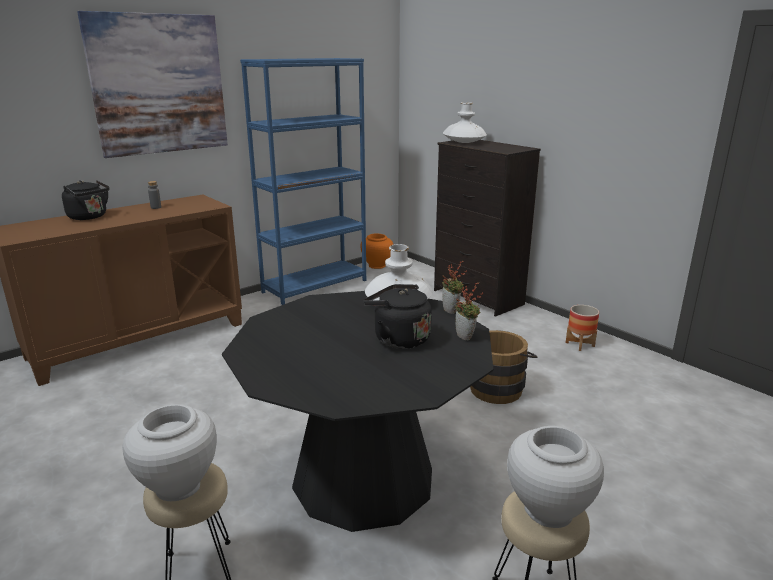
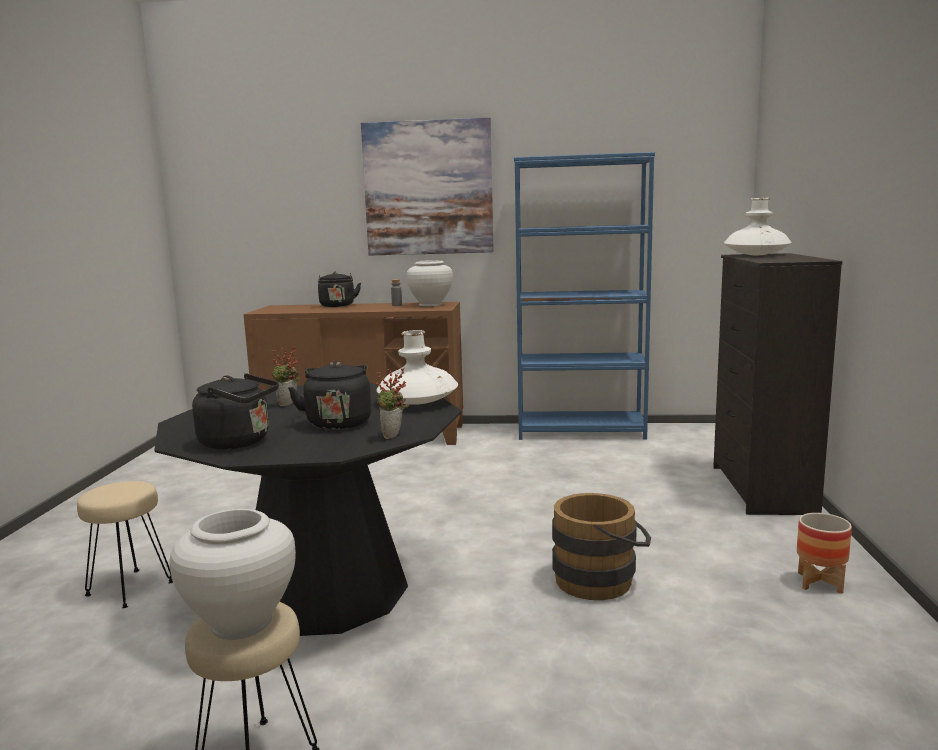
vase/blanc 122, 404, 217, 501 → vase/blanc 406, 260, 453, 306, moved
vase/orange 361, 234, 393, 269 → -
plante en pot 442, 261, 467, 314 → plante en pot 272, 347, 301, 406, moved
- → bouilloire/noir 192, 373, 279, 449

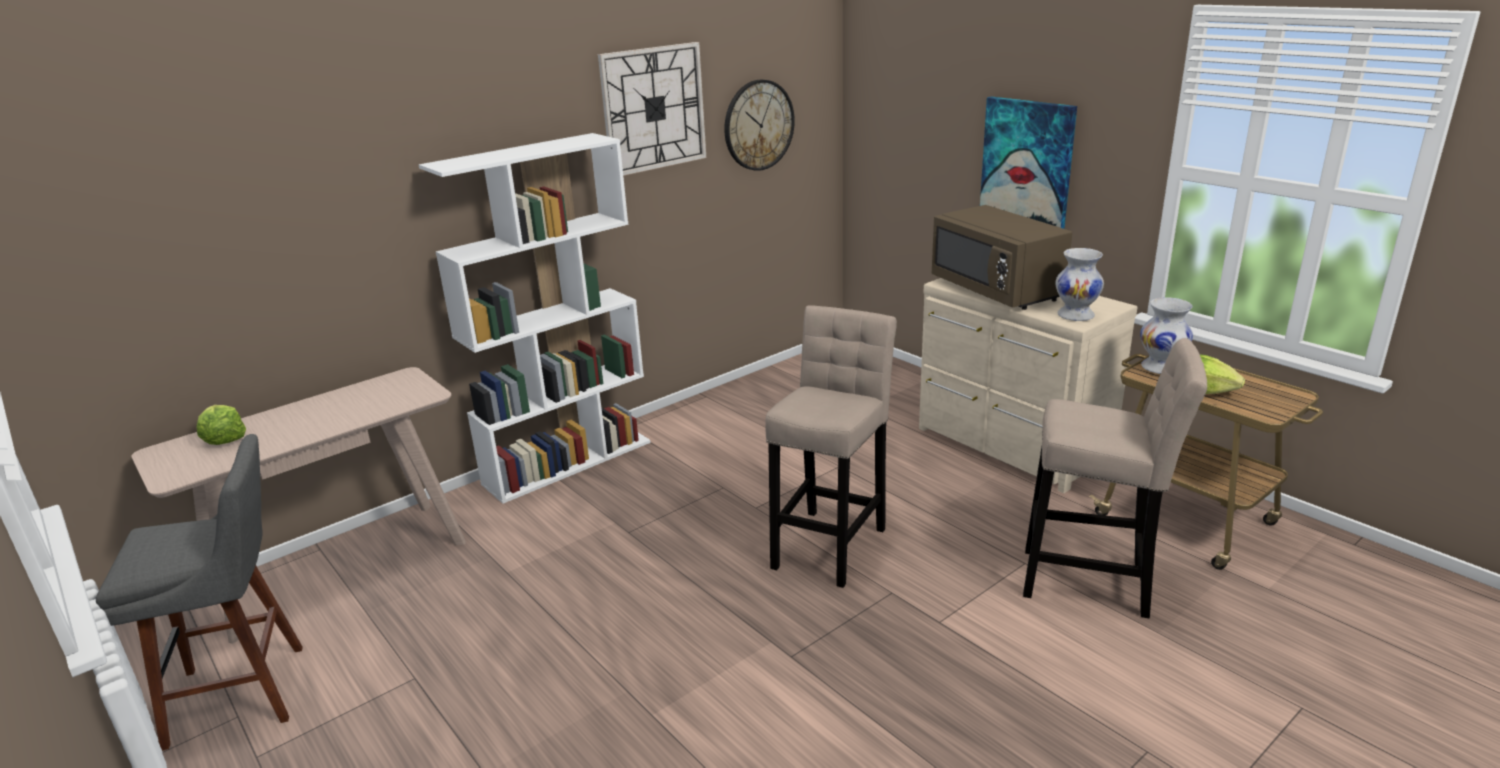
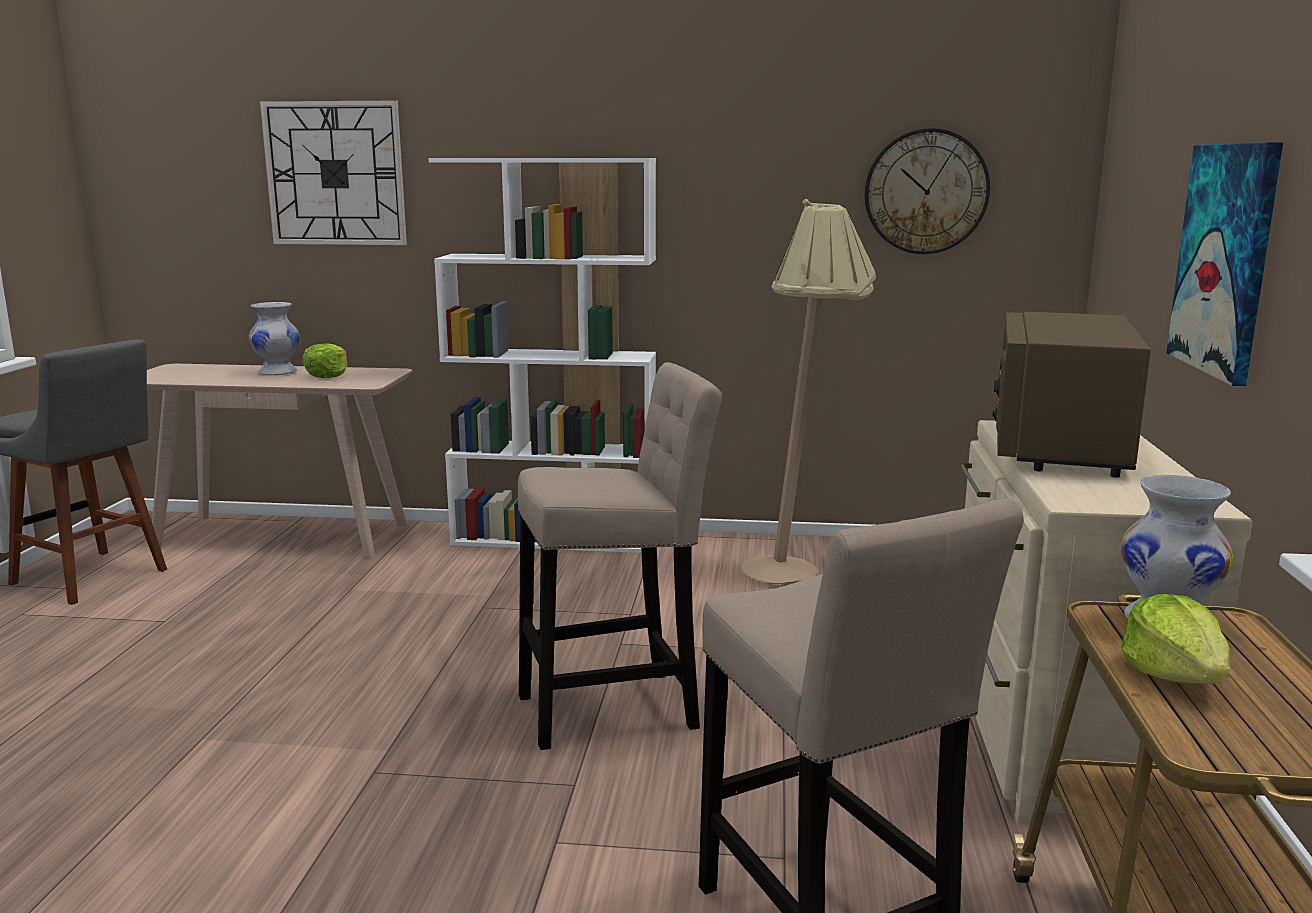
laitue 196, 405, 246, 445 → laitue 303, 343, 347, 378, moved
horloge murale 598, 42, 706, 176 → horloge murale 260, 101, 407, 245, moved
vase/blanc 1055, 248, 1104, 321 → vase/blanc 249, 302, 300, 375, moved
- → lampadaire/beige 740, 199, 876, 584

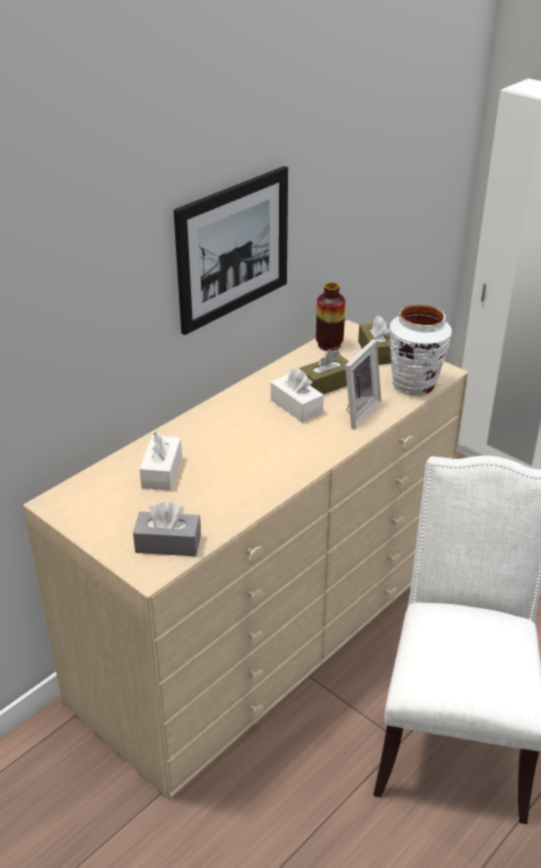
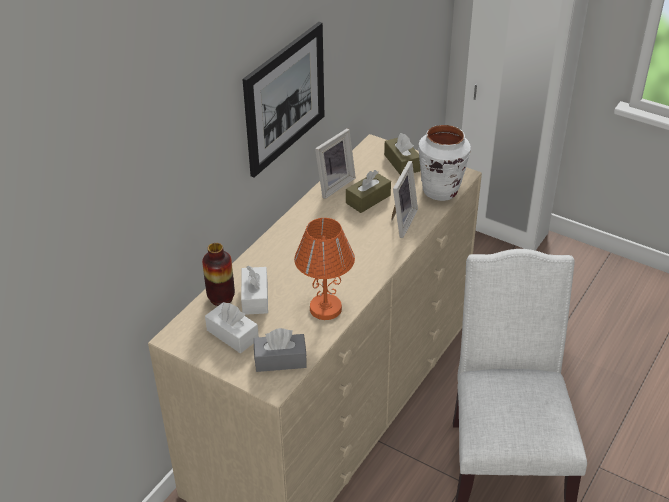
boîte à mouchoirs/blanc 271, 368, 324, 423 → boîte à mouchoirs/blanc 205, 302, 259, 353, moved
vase 316, 283, 345, 351 → vase 202, 243, 235, 306, moved
- → lampe de table/orange 294, 218, 355, 320
- → cadre photo 315, 128, 356, 199

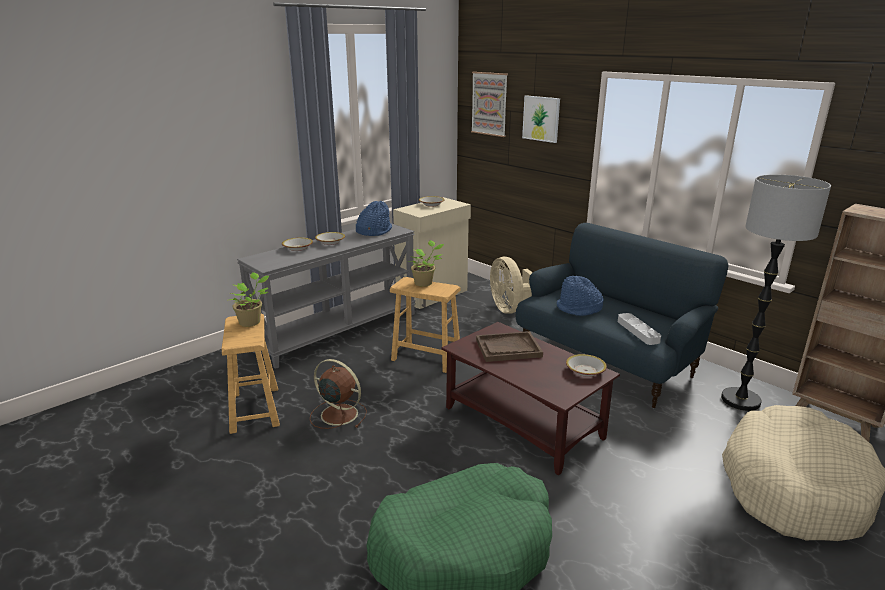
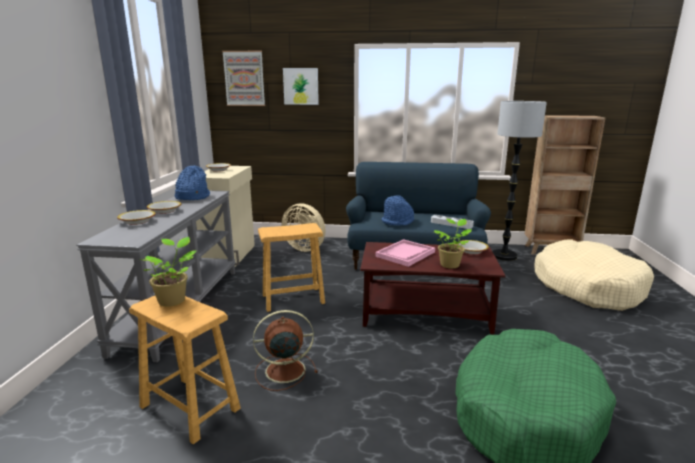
plante en pot 408, 240, 444, 287 → plante en pot 433, 218, 472, 268, moved
plateau/marron 476, 331, 543, 362 → plateau/rose 375, 239, 435, 267

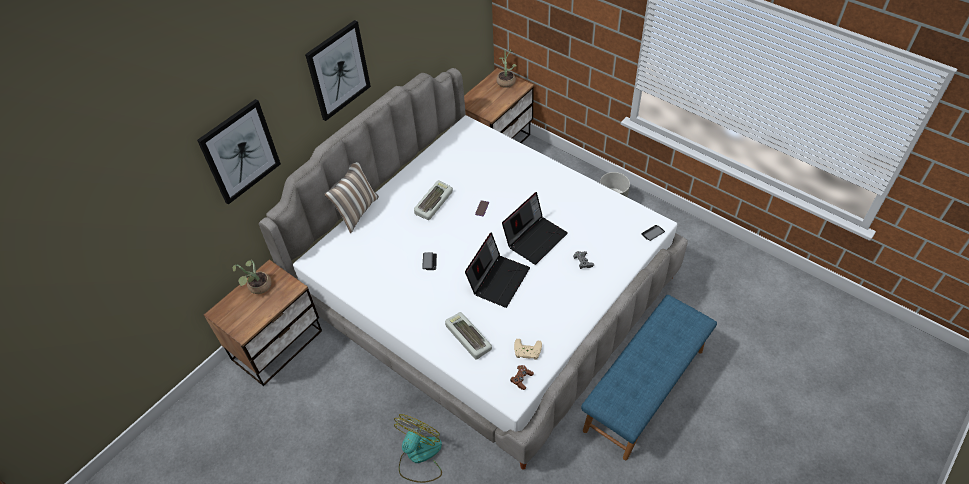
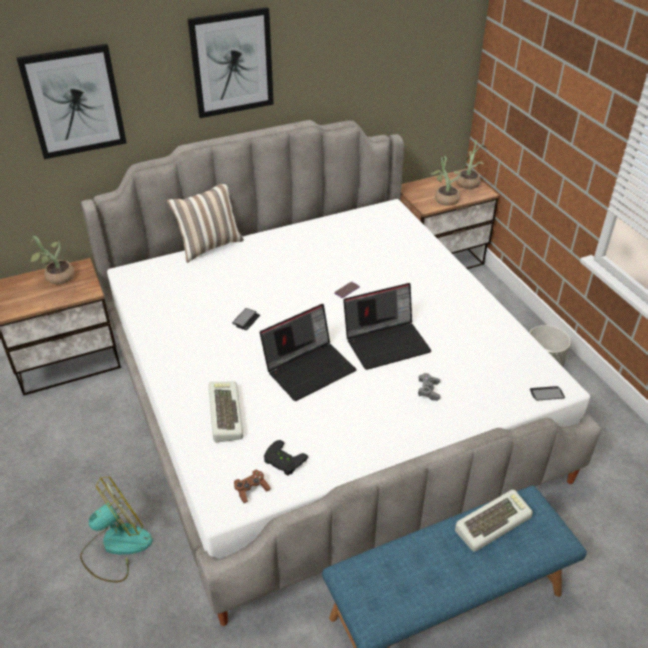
clavier 414, 180, 453, 220 → clavier 455, 490, 533, 551, moved
manette/beige 514, 339, 542, 360 → manette/noir 264, 440, 308, 476
- → plante en pot 431, 156, 461, 206

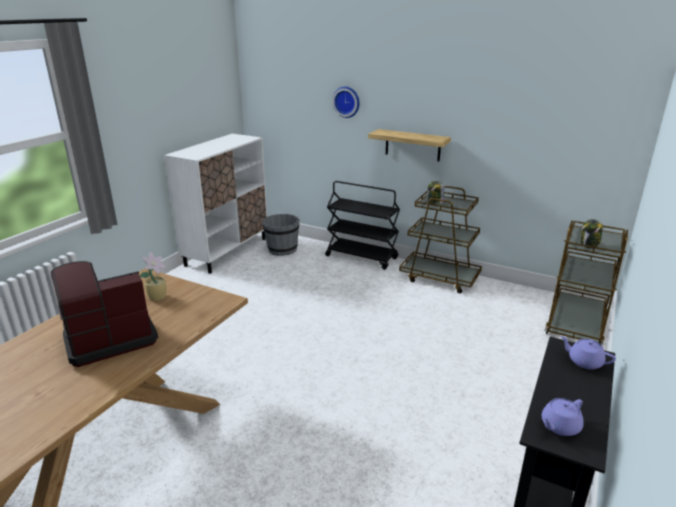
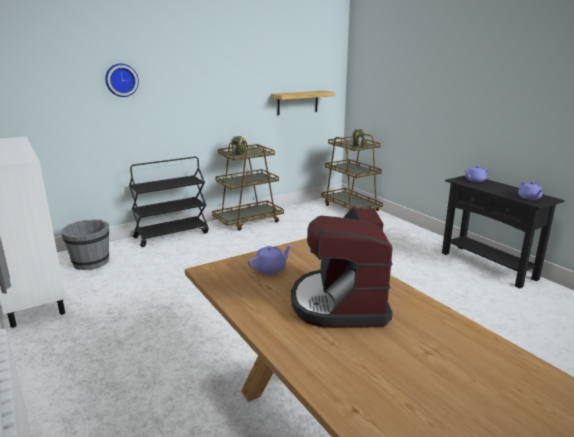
plante en pot 140, 251, 166, 301 → théière/violet 248, 245, 292, 275
étagère 368, 129, 451, 161 → étagère 271, 91, 336, 115, moved

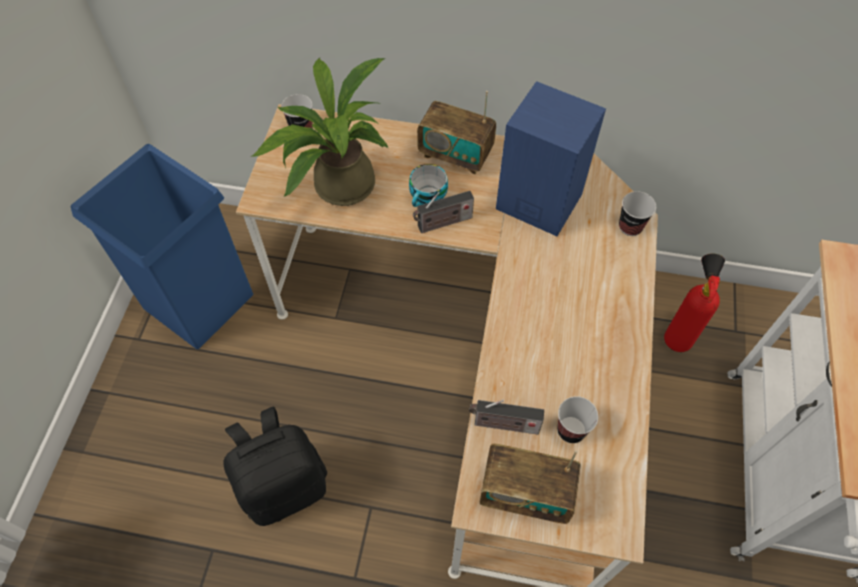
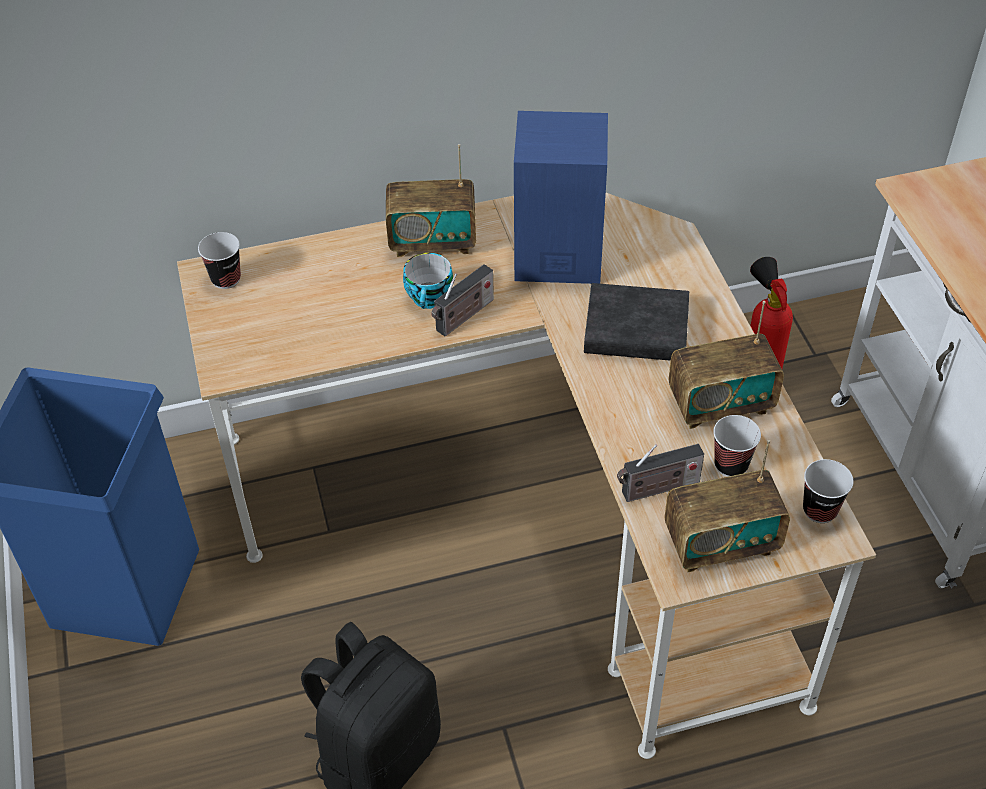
plante en pot 250, 58, 389, 206 → -
tasse 619, 191, 656, 236 → tasse 803, 459, 853, 523, moved
- → livre/noir 584, 283, 689, 361
- → radio 669, 301, 784, 429

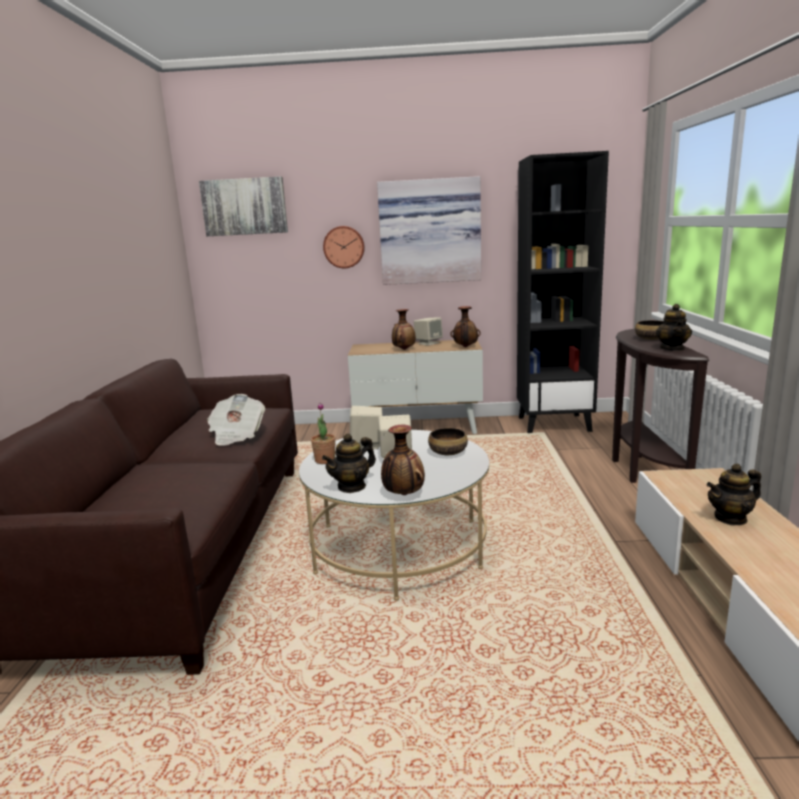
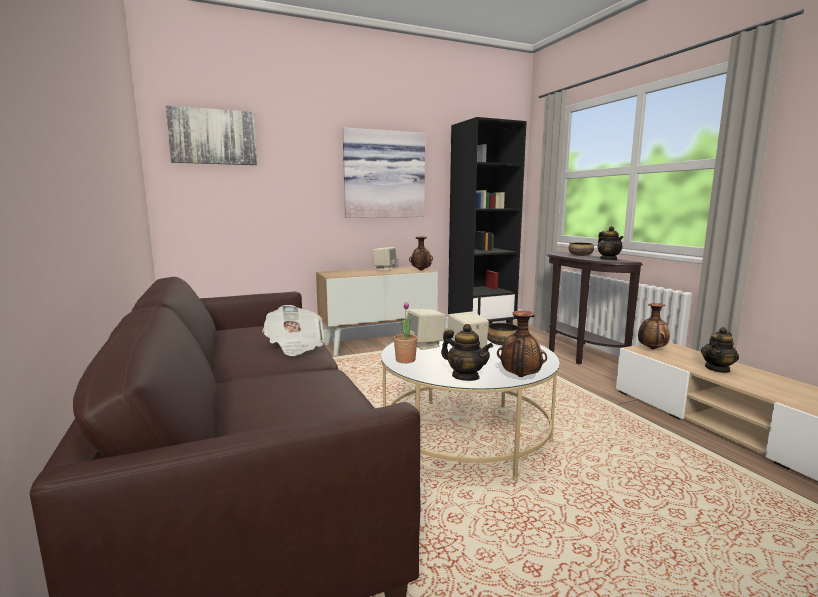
théière 322, 434, 376, 493 → théière 441, 324, 493, 381, 75 degrees counterclockwise
horloge murale 323, 226, 365, 268 → -
vase 392, 309, 416, 350 → vase 638, 303, 670, 349, moved

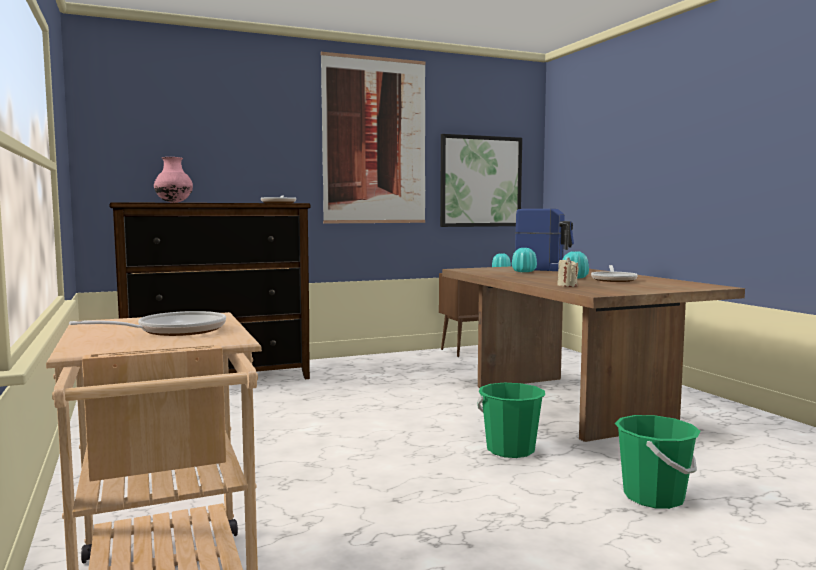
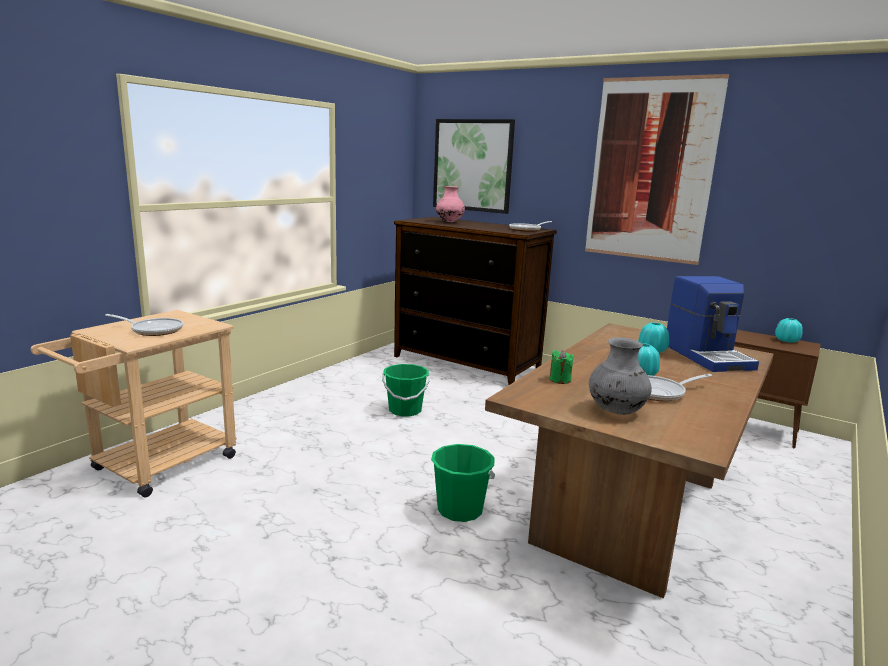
tableau 440, 134, 522, 227 → tableau 433, 119, 515, 214, moved
bougie/beige 558, 257, 579, 287 → bougie/vert 549, 350, 573, 384
seau/vert 615, 415, 701, 509 → seau/vert 382, 364, 430, 417, moved
- → vase/gris 589, 337, 652, 415

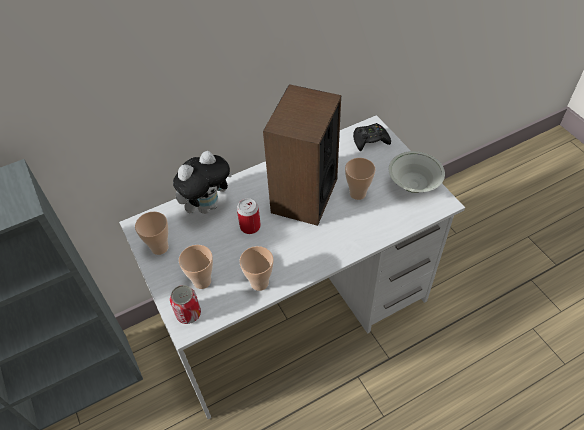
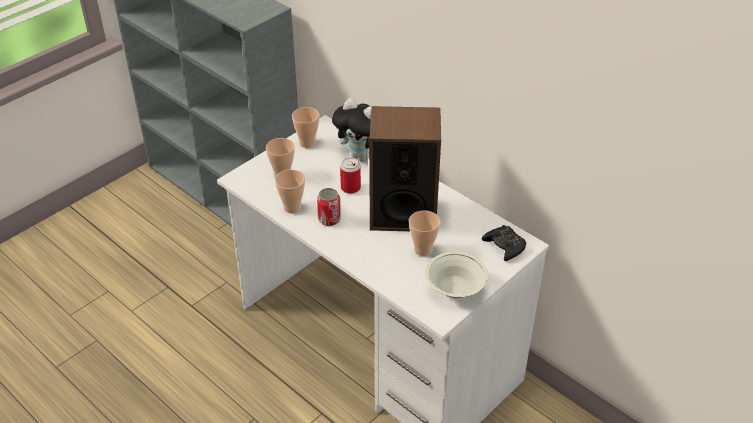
boîte métallique 170, 285, 201, 324 → boîte métallique 317, 188, 341, 226, moved

